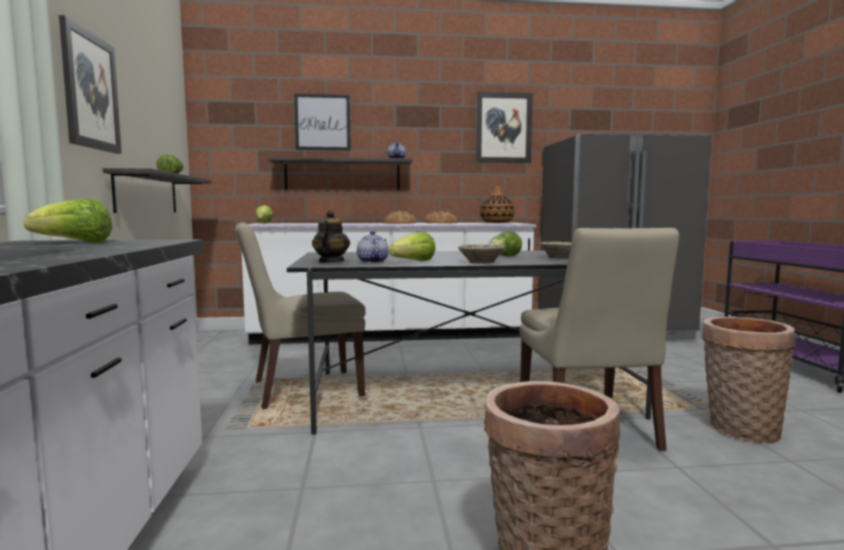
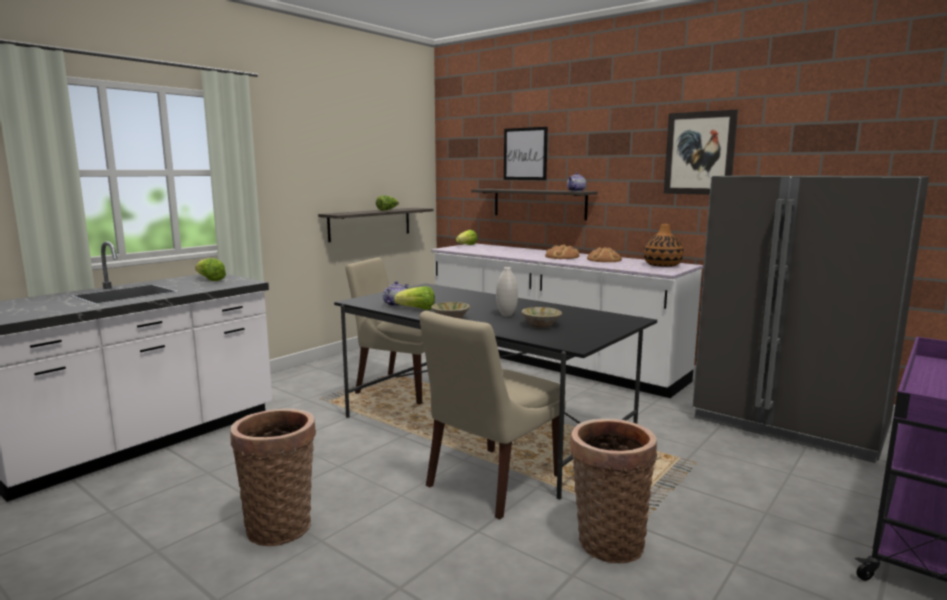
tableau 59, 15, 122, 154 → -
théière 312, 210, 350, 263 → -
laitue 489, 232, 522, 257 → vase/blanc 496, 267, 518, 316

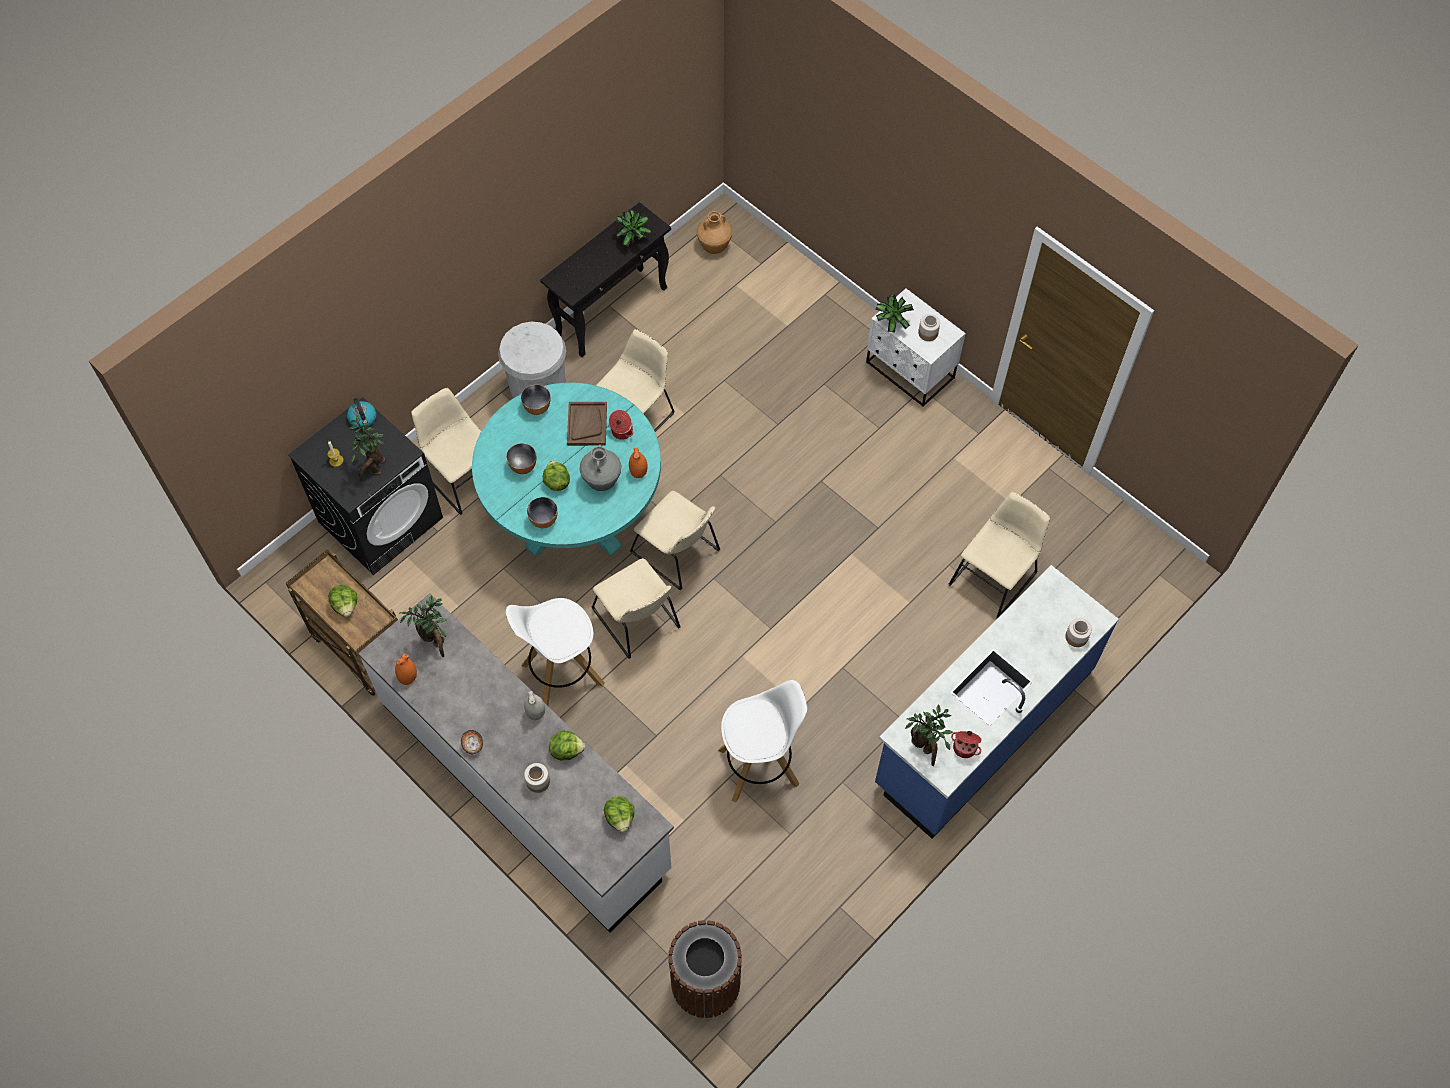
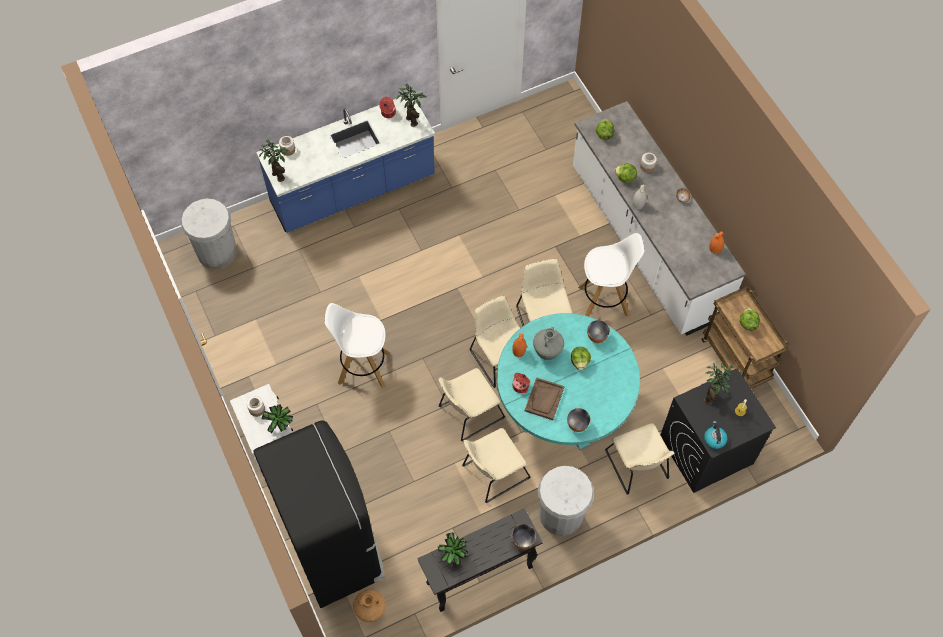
plante en pot 400, 595, 448, 657 → plante en pot 259, 139, 289, 182, moved
bol 506, 443, 537, 474 → bol 512, 524, 536, 549, moved
poubelle/marron 668, 920, 742, 1018 → -
tabouret/blanc 718, 680, 807, 803 → tabouret/blanc 324, 303, 390, 388, moved
chaise/beige 949, 492, 1050, 619 → chaise/beige 438, 368, 505, 442, moved
- → poubelle/blanc 181, 199, 237, 269
- → réfrigérateur/noir 253, 420, 385, 608

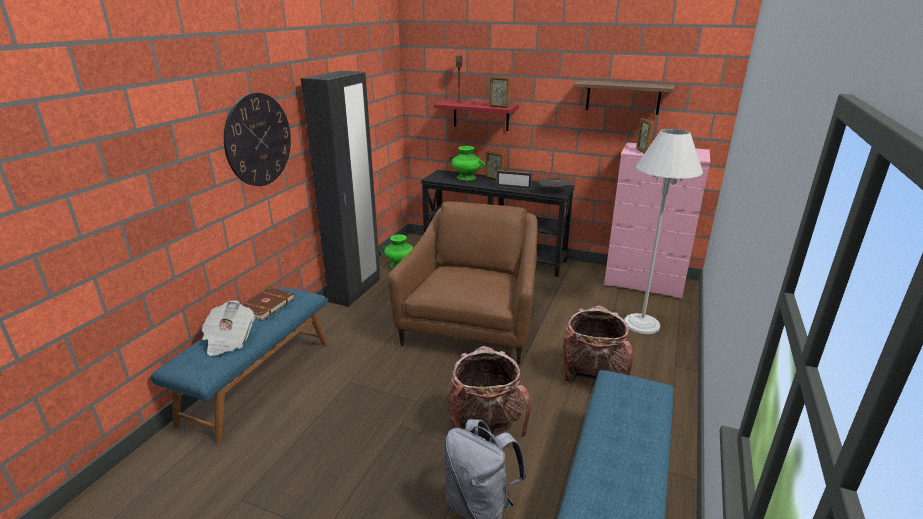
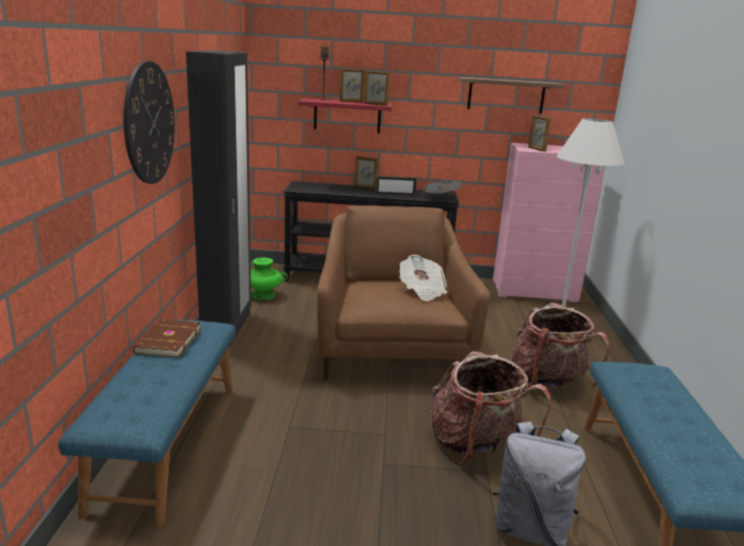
journal 202, 300, 255, 356 → journal 399, 255, 447, 301, moved
vase/vert 449, 146, 485, 181 → -
- → cadre photo 340, 68, 365, 102

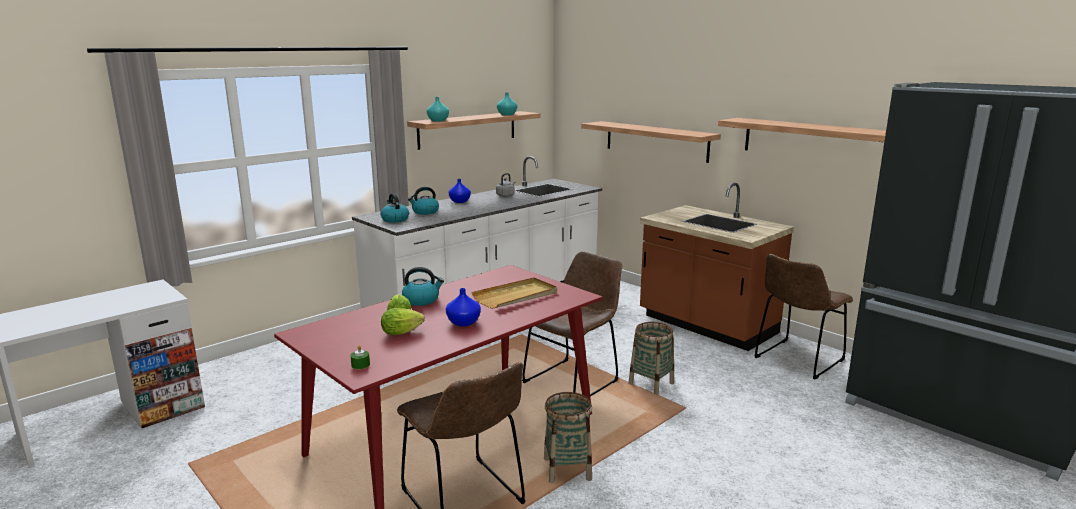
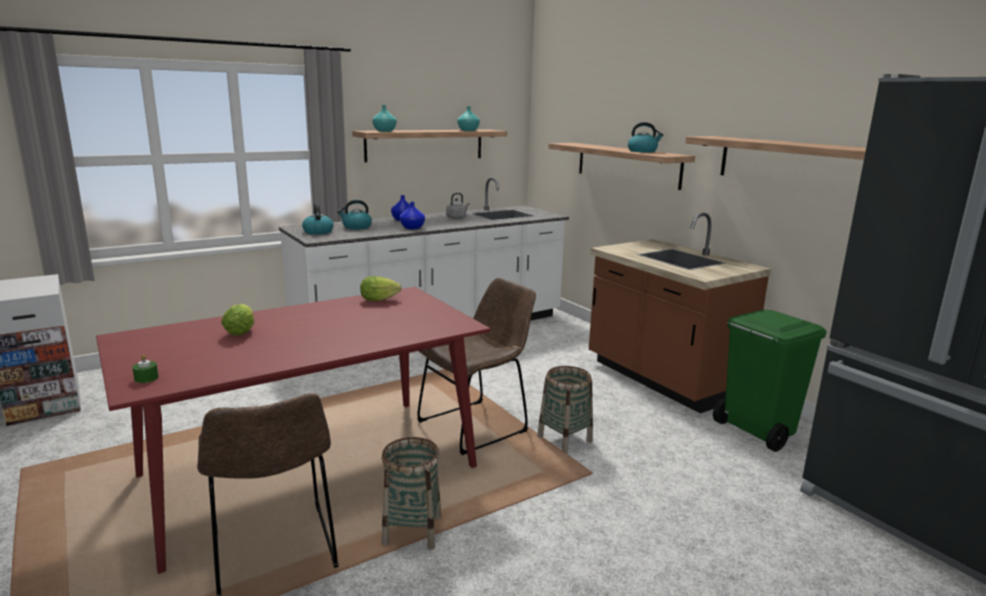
laitue 381, 308, 425, 335 → laitue 360, 276, 402, 301, moved
bouilloire 402, 267, 444, 306 → bouilloire 628, 122, 663, 152, moved
vase/bleu 446, 288, 481, 326 → vase/bleu 400, 202, 425, 229, moved
plateau/beige 471, 277, 557, 309 → -
chaise/marron 754, 254, 853, 379 → poubelle/vert 713, 310, 827, 452

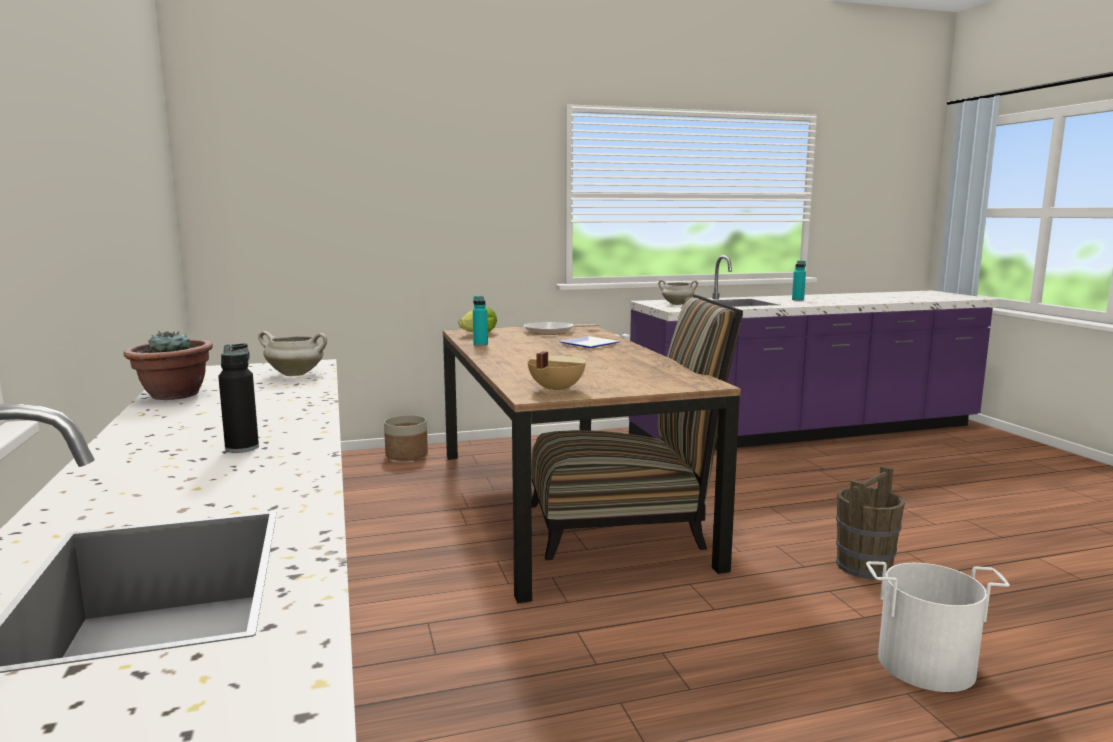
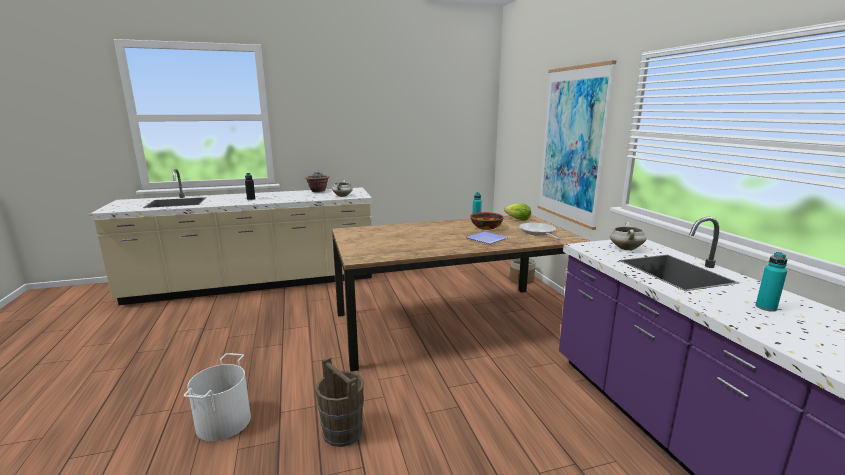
marmite/beige 528, 351, 586, 393 → -
chaise 531, 294, 743, 560 → -
- → bol 471, 212, 504, 230
- → tableau 538, 60, 616, 230

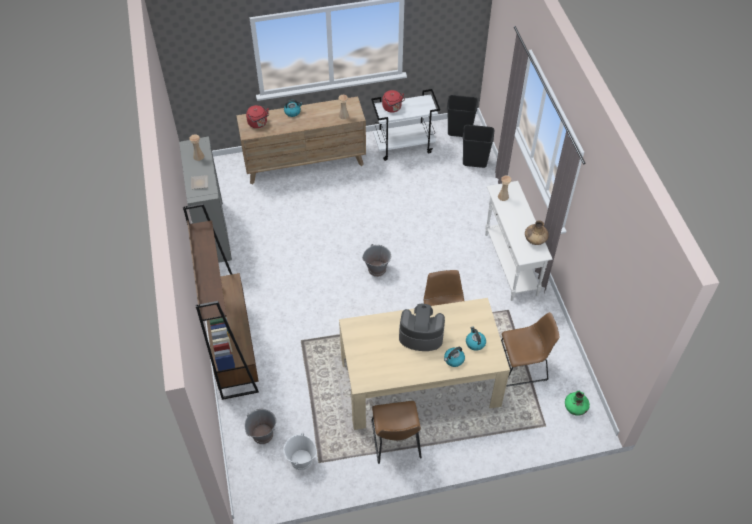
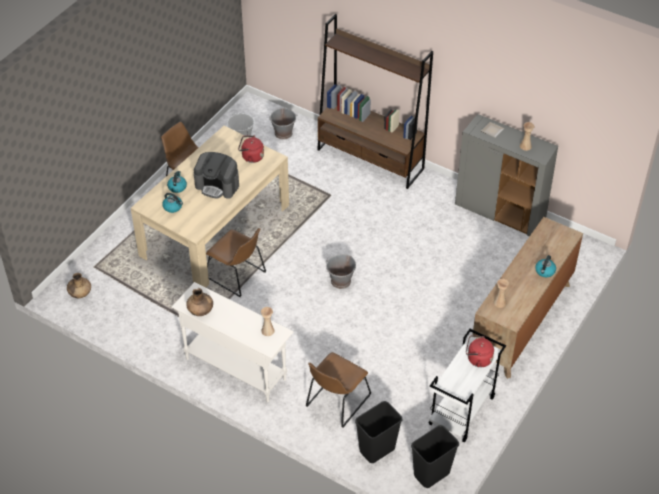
bouilloire/rouge 246, 105, 269, 128 → bouilloire/rouge 238, 135, 264, 163, moved
machine à café 399, 304, 445, 351 → machine à café 194, 152, 239, 199, 60 degrees clockwise
chaise/marron 501, 312, 559, 387 → chaise/marron 306, 352, 371, 428, moved
vase/vert 565, 391, 590, 416 → vase/marron 67, 273, 91, 298

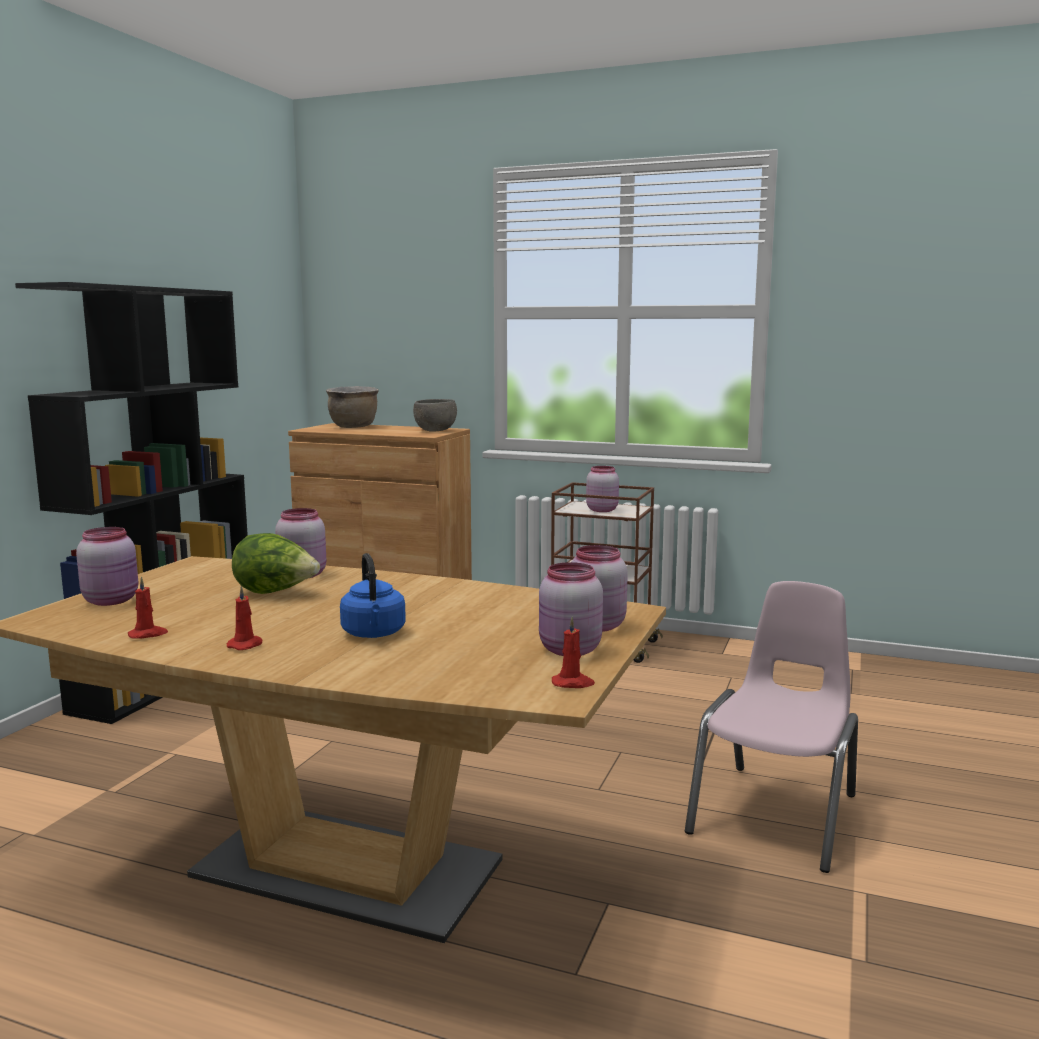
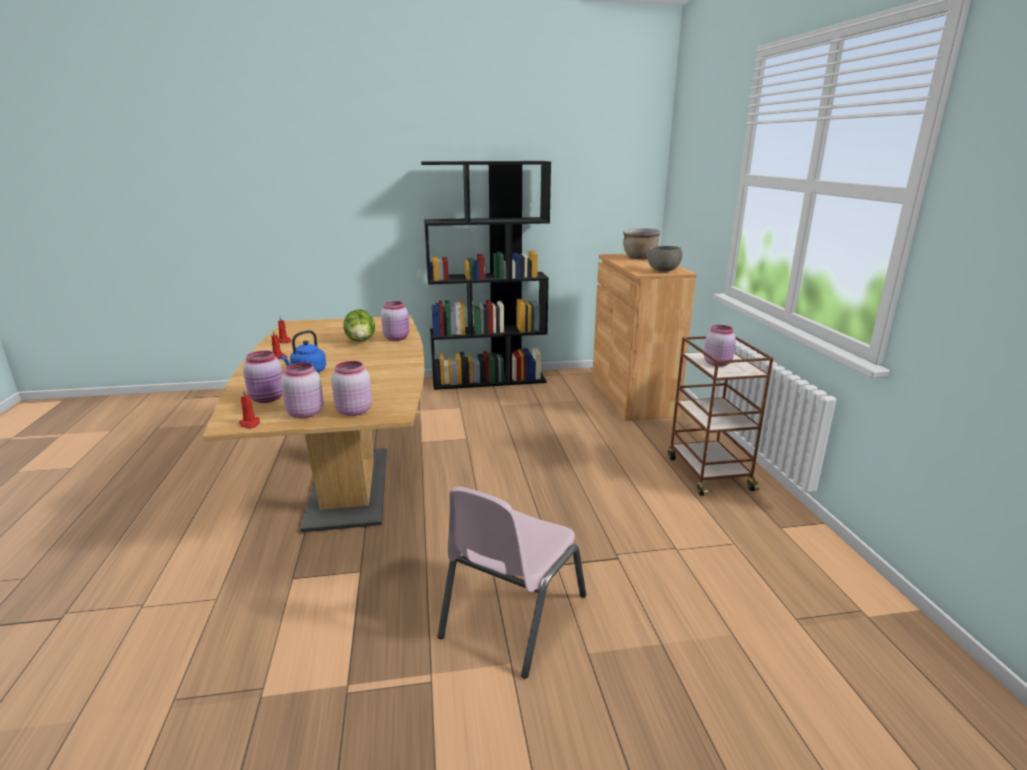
bocal/rose 76, 527, 138, 606 → bocal/rose 243, 351, 283, 403, moved
chaise/rose 685, 581, 858, 873 → chaise/rose 437, 486, 586, 679, 120 degrees clockwise

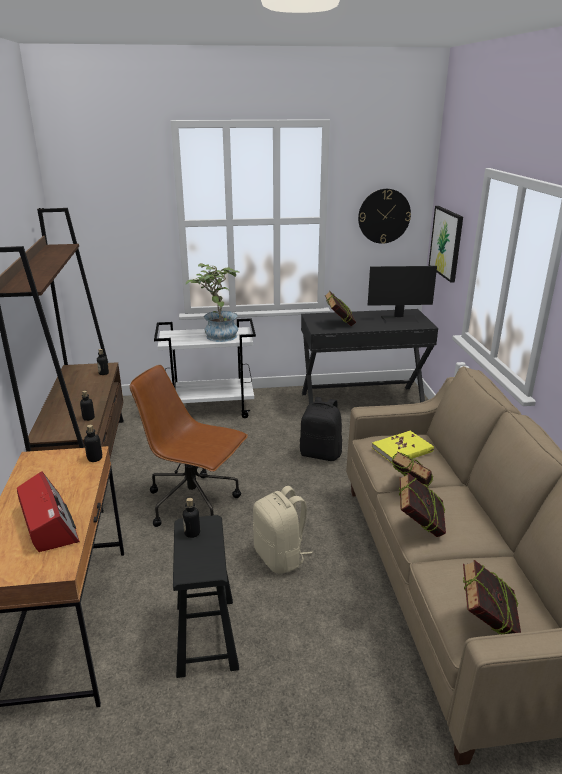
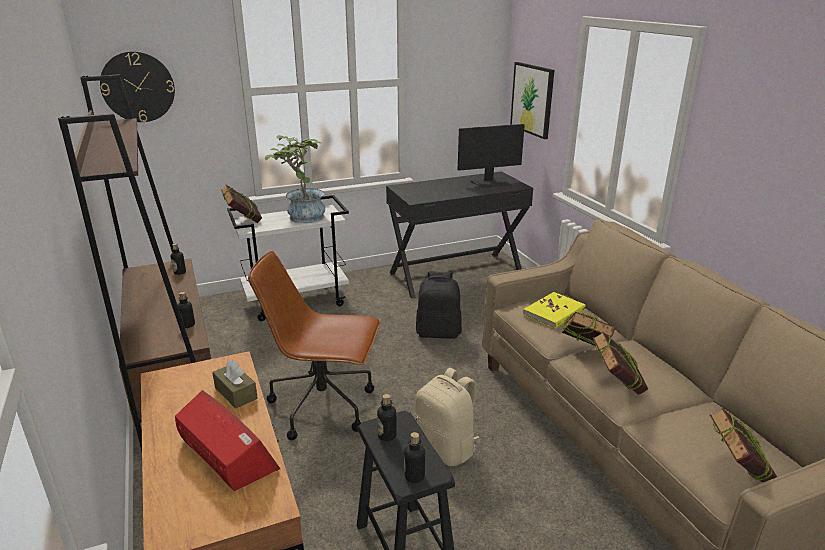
bouteille 84, 424, 103, 462 → bouteille 404, 432, 425, 483, moved
livre 325, 291, 356, 326 → livre 221, 185, 262, 223, moved
horloge murale 358, 189, 411, 244 → horloge murale 100, 51, 175, 122, moved
- → boîte à mouchoirs/marron 212, 360, 258, 409

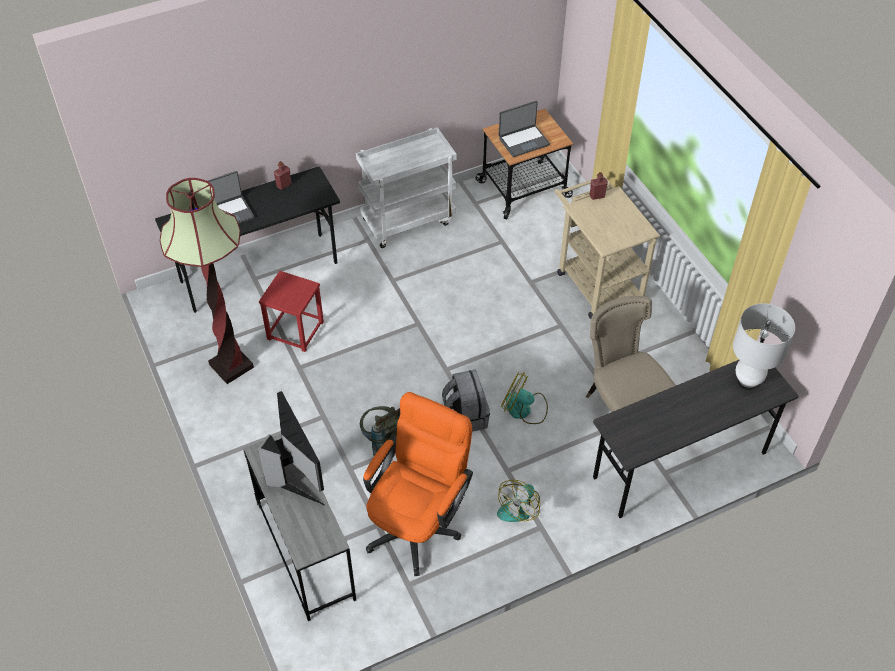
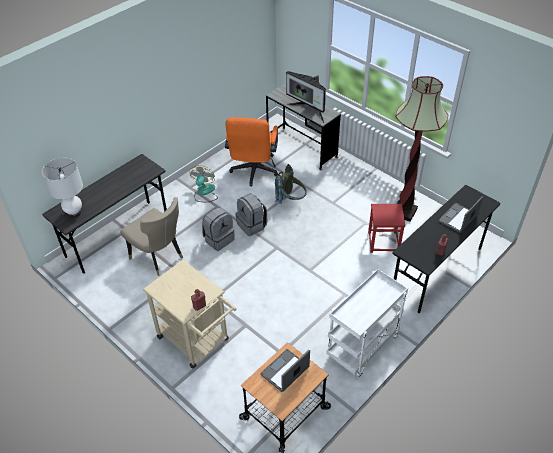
ventilateur 501, 372, 548, 424 → sac à dos/gris 202, 207, 235, 251

